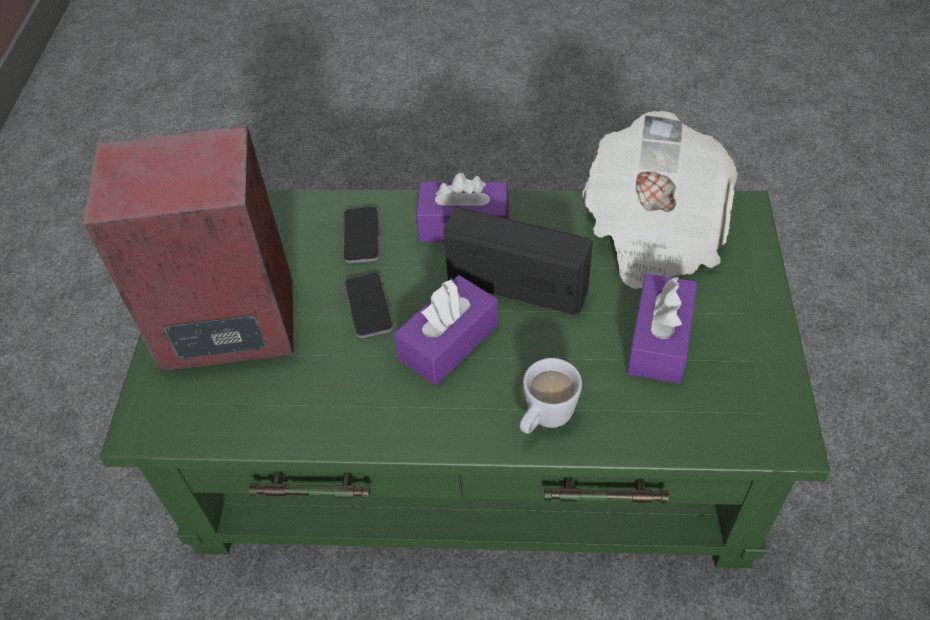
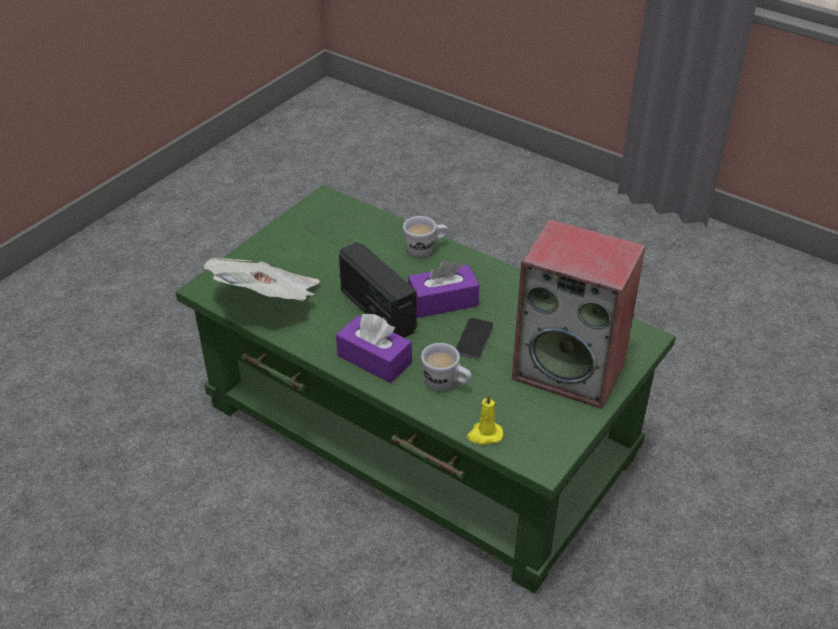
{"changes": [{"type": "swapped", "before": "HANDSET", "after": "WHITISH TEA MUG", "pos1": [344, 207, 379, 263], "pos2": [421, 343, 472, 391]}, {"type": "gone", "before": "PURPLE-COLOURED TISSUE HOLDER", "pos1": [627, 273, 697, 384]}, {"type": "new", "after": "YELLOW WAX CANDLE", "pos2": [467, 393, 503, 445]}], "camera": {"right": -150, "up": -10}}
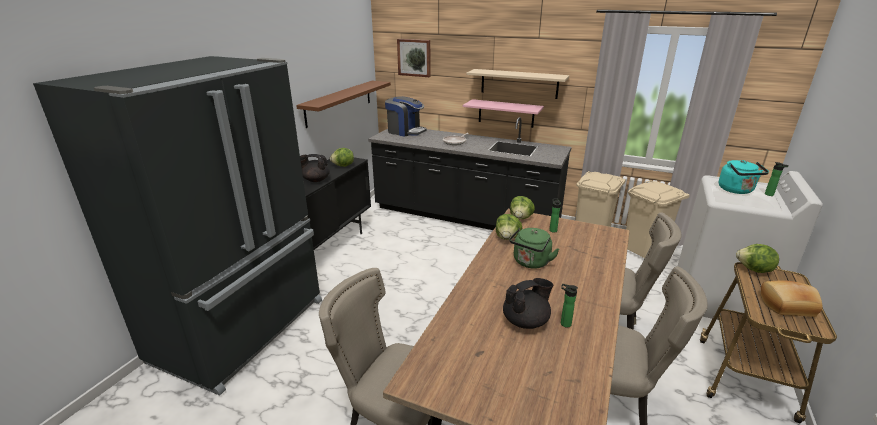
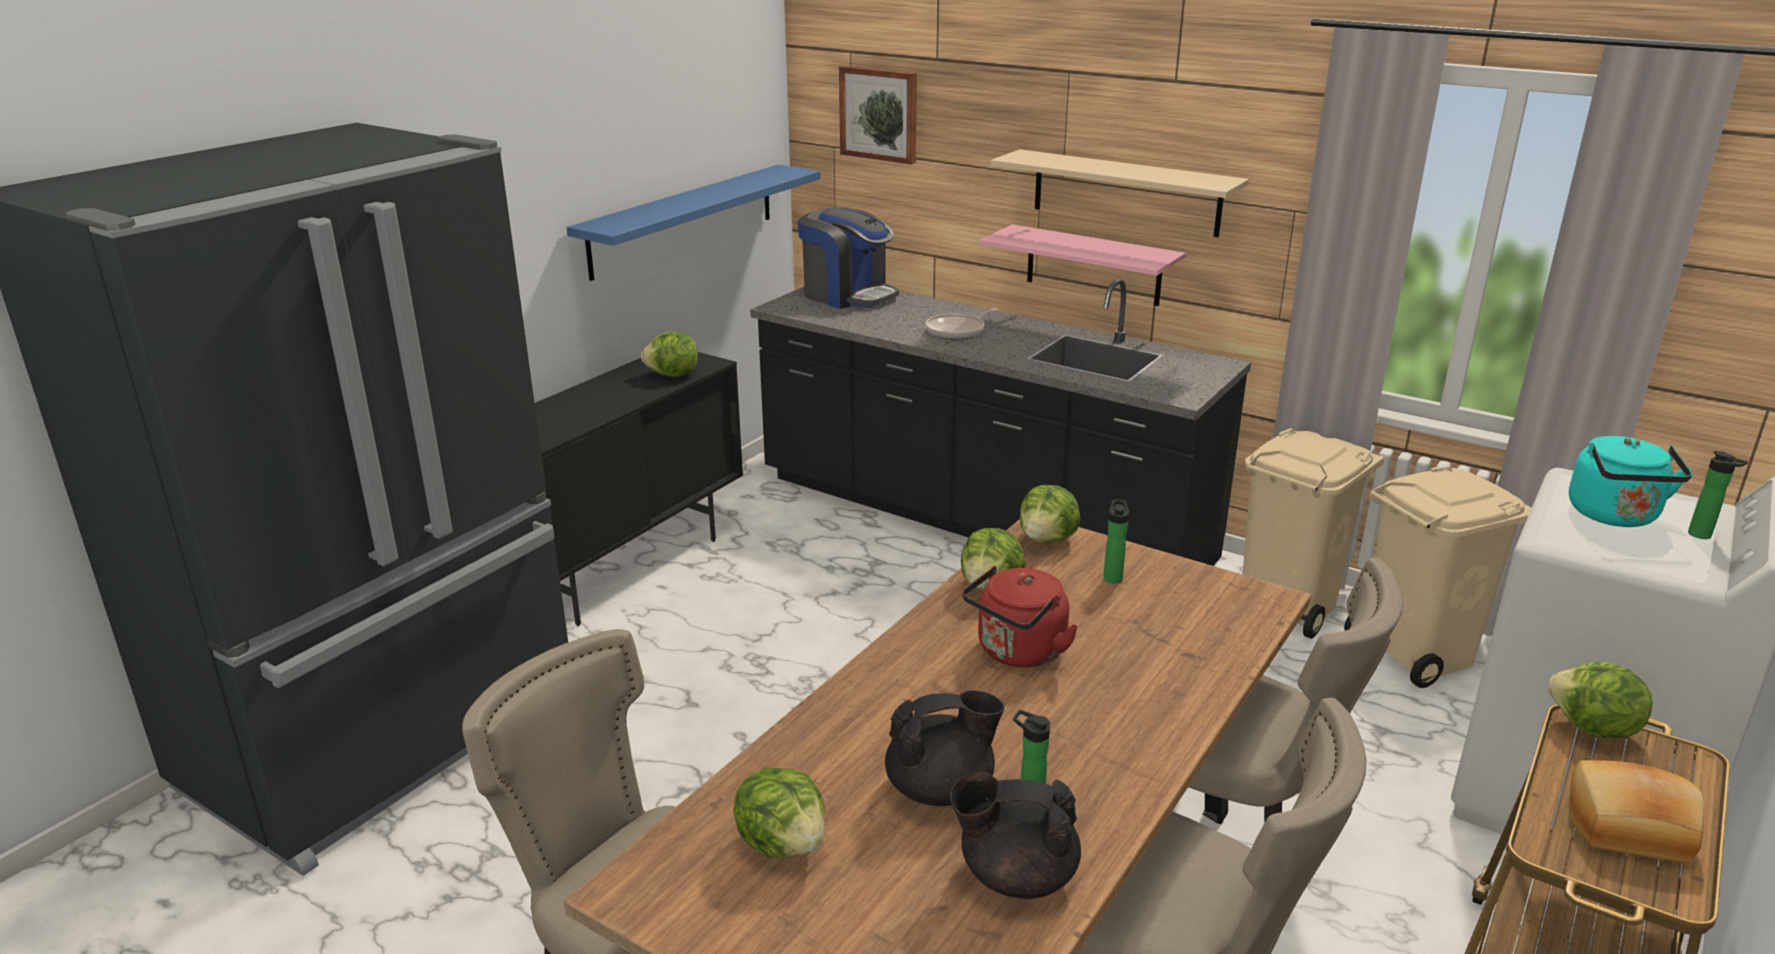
{"changes": [{"type": "repainted", "before": "BROWN BRACKET SHELF", "after": "BLUISH BRACKET SHELF", "pos1": [296, 81, 391, 128], "pos2": [566, 165, 821, 281]}, {"type": "shifted", "before": "BLACK TEA POT", "pos1": [300, 154, 330, 182], "pos2": [950, 772, 1081, 899]}, {"type": "repainted", "before": "GREEN KETTLE", "after": "REDDISH KETTLE", "pos1": [509, 228, 559, 269], "pos2": [962, 566, 1078, 668]}, {"type": "new", "after": "LETTUCE HEAD", "pos2": [733, 768, 825, 858]}], "camera": {"right": 10, "up": 0}}
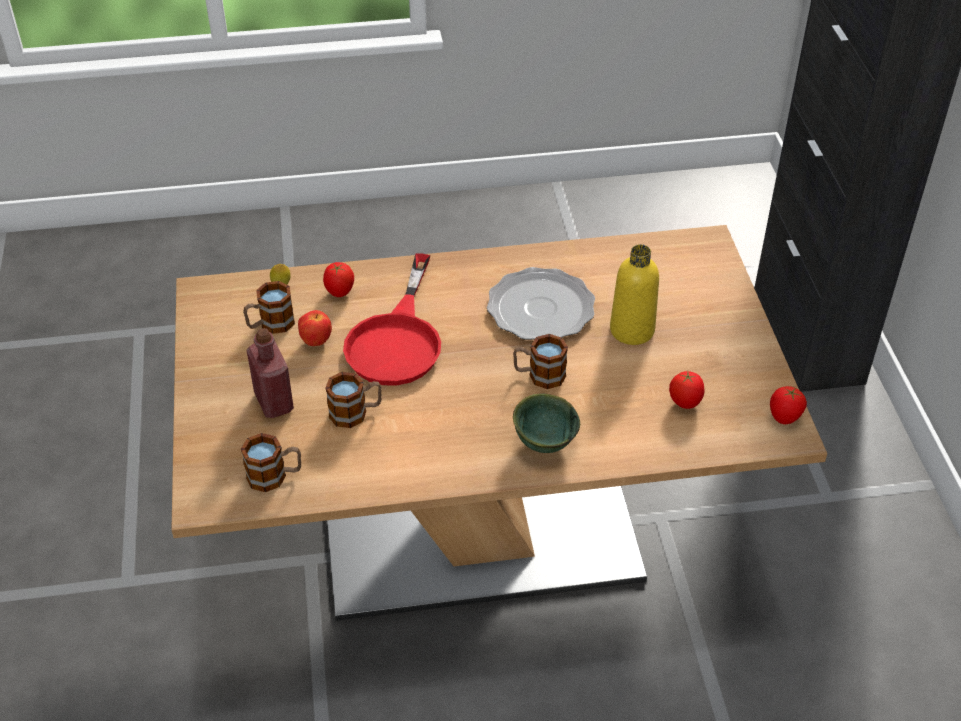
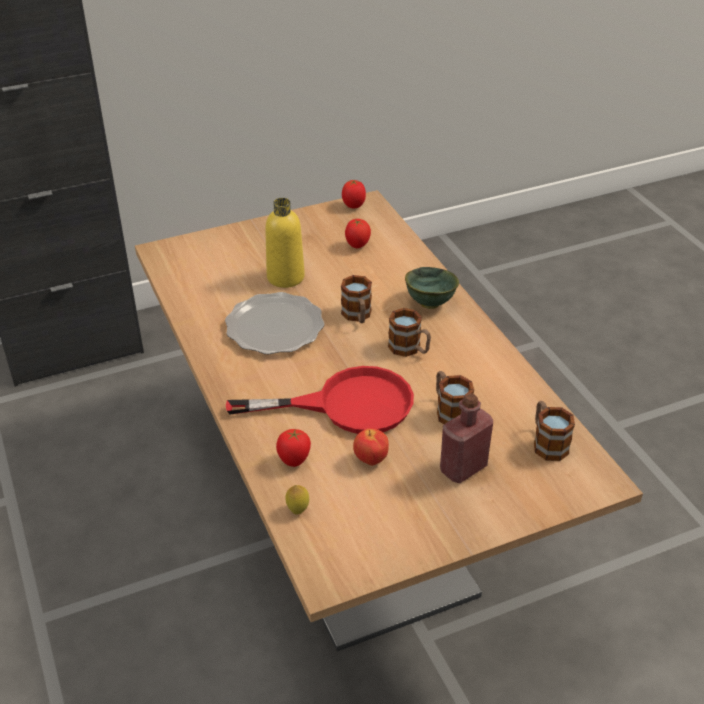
{"changes": [{"type": "shifted", "before": "TEA MUG", "pos1": [243, 281, 295, 334], "pos2": [388, 308, 431, 357]}], "camera": {"right": -105, "up": -5}}
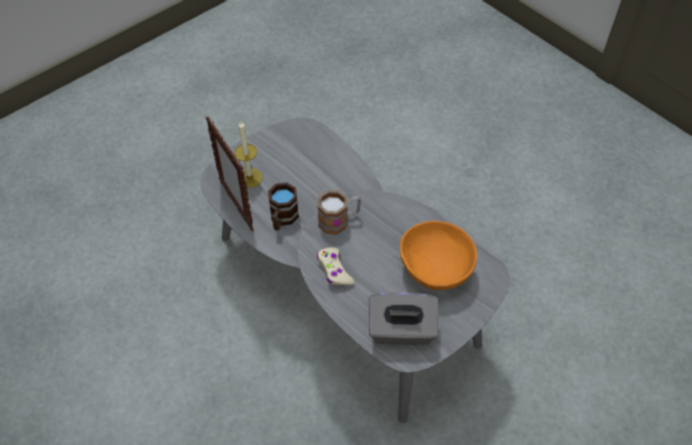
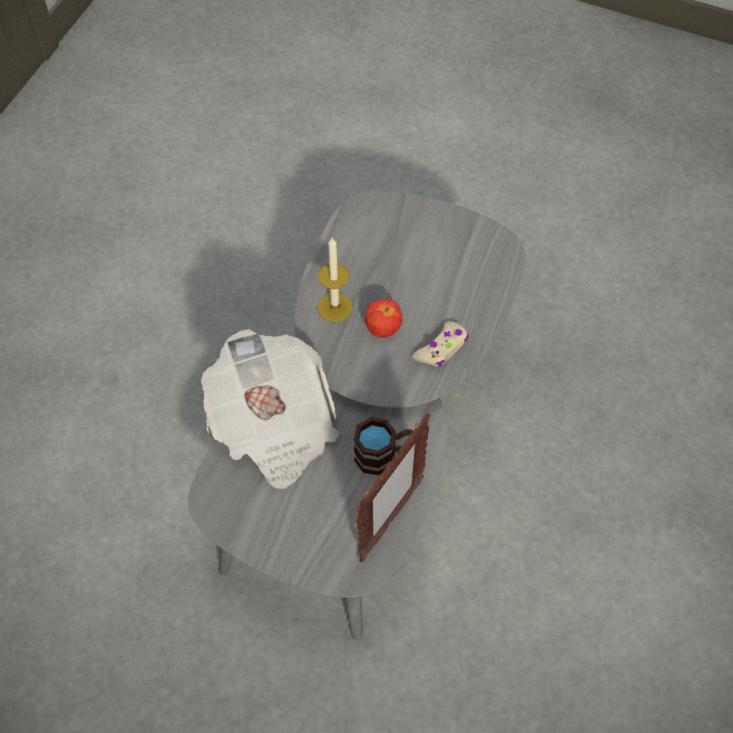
{"changes": [{"type": "shifted", "before": "WAX CANDLE", "pos1": [235, 121, 262, 188], "pos2": [318, 238, 353, 323]}, {"type": "gone", "before": "TEA MUG", "pos1": [317, 190, 361, 235]}, {"type": "gone", "before": "GREYISH TISSUE HOLDER", "pos1": [369, 292, 438, 345]}, {"type": "gone", "before": "ORANGE-COLOURED DEEP DISH", "pos1": [400, 221, 477, 290]}, {"type": "new", "after": "PRINTED PAPER", "pos2": [201, 329, 339, 489]}, {"type": "new", "after": "APPLE FRUIT", "pos2": [365, 299, 403, 338]}], "camera": {"right": -115, "up": 5}}
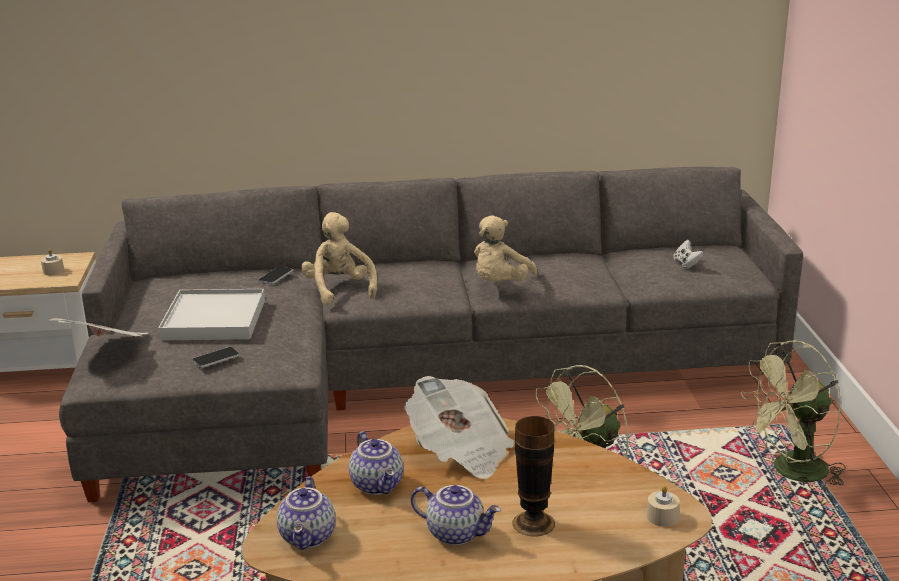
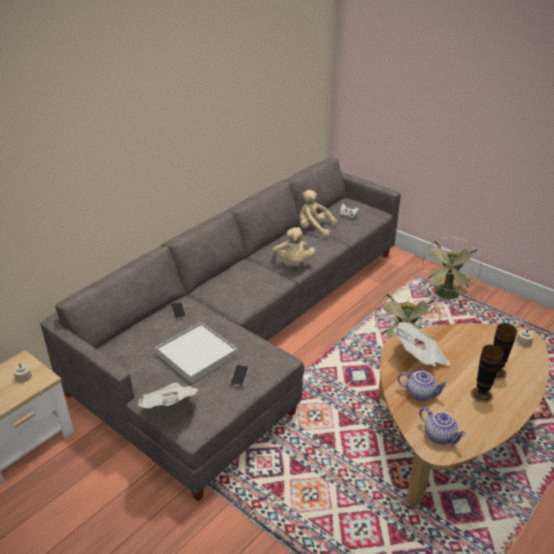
{"changes": [{"type": "shifted", "before": "SAND-COLOURED SOFT TOY", "pos1": [301, 212, 377, 305], "pos2": [300, 190, 337, 237]}, {"type": "swapped", "before": "TEA POT", "after": "DECORATIVE VASE", "pos1": [411, 485, 501, 545], "pos2": [470, 345, 503, 403]}], "camera": {"right": -45, "up": 10}}
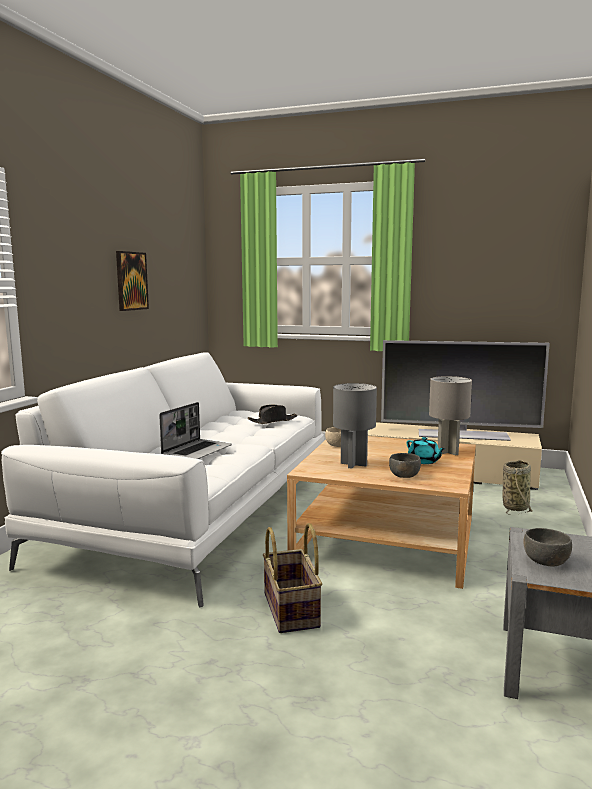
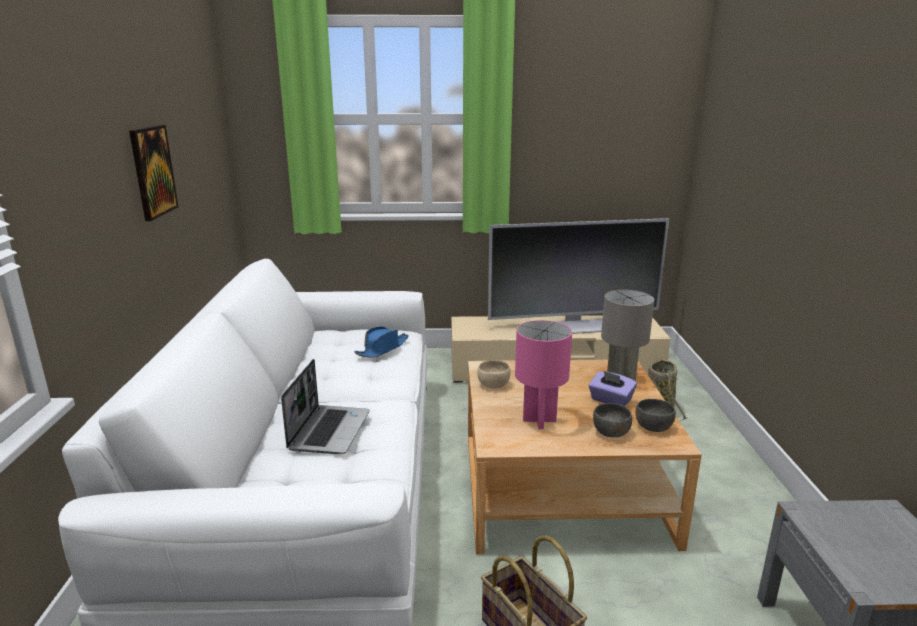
{"changes": [{"type": "repainted", "before": "BLACK CLOTHING HAT", "after": "BLUISH CLOTHING HAT", "pos1": [248, 405, 297, 424], "pos2": [354, 326, 409, 358]}, {"type": "repainted", "before": "GREYISH TABLE LAMP", "after": "PINK TABLE LAMP", "pos1": [333, 383, 377, 469], "pos2": [515, 320, 572, 429]}, {"type": "swapped", "before": "TURQUOISE TEA POT", "after": "PURPLE-COLOURED TISSUE HOLDER", "pos1": [406, 437, 446, 464], "pos2": [588, 371, 637, 406]}, {"type": "shifted", "before": "GREYISH DEEP DISH", "pos1": [523, 528, 572, 567], "pos2": [635, 399, 676, 432]}], "camera": {"right": -20, "up": 10}}
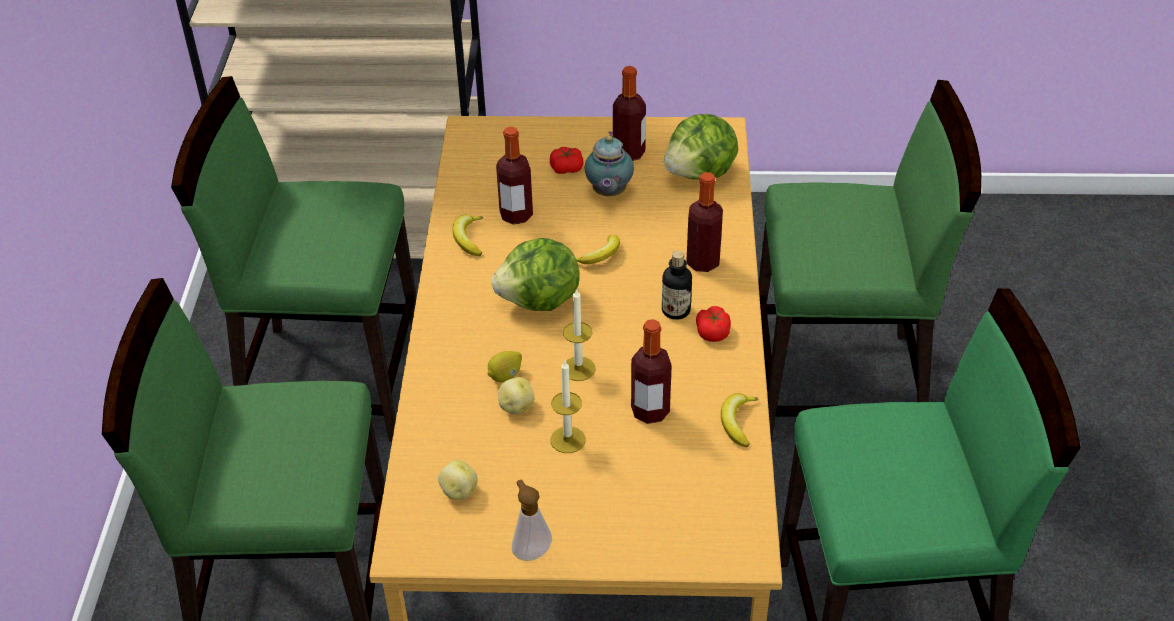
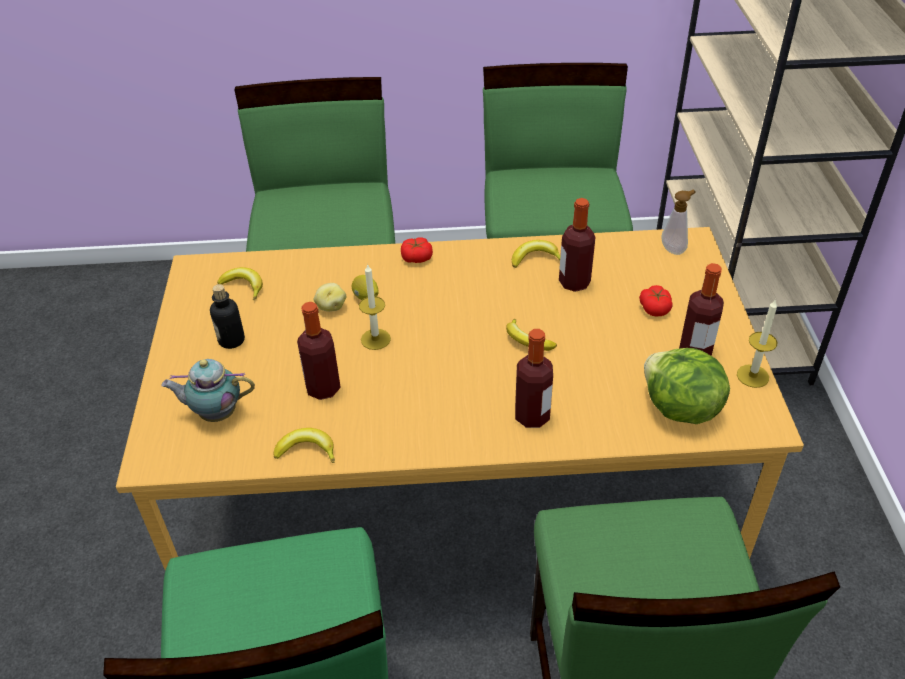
{"changes": [{"type": "swapped", "before": "POTATO", "after": "WHOLE BANANA", "pos1": [438, 460, 478, 500], "pos2": [217, 267, 263, 301]}, {"type": "gone", "before": "LETTUCE HEAD", "pos1": [492, 238, 579, 311]}, {"type": "shifted", "before": "SOAP DISPENSER", "pos1": [512, 480, 552, 561], "pos2": [661, 190, 695, 255]}, {"type": "shifted", "before": "WAX CANDLE", "pos1": [550, 361, 585, 453], "pos2": [737, 299, 778, 388]}, {"type": "shifted", "before": "TEA POT", "pos1": [585, 132, 634, 196], "pos2": [161, 359, 255, 422]}, {"type": "shifted", "before": "BEVERAGE BOTTLE", "pos1": [662, 250, 692, 320], "pos2": [210, 284, 245, 349]}, {"type": "shifted", "before": "WHOLE TOMATO", "pos1": [696, 306, 731, 342], "pos2": [401, 237, 433, 263]}], "camera": {"right": 85, "up": 0}}
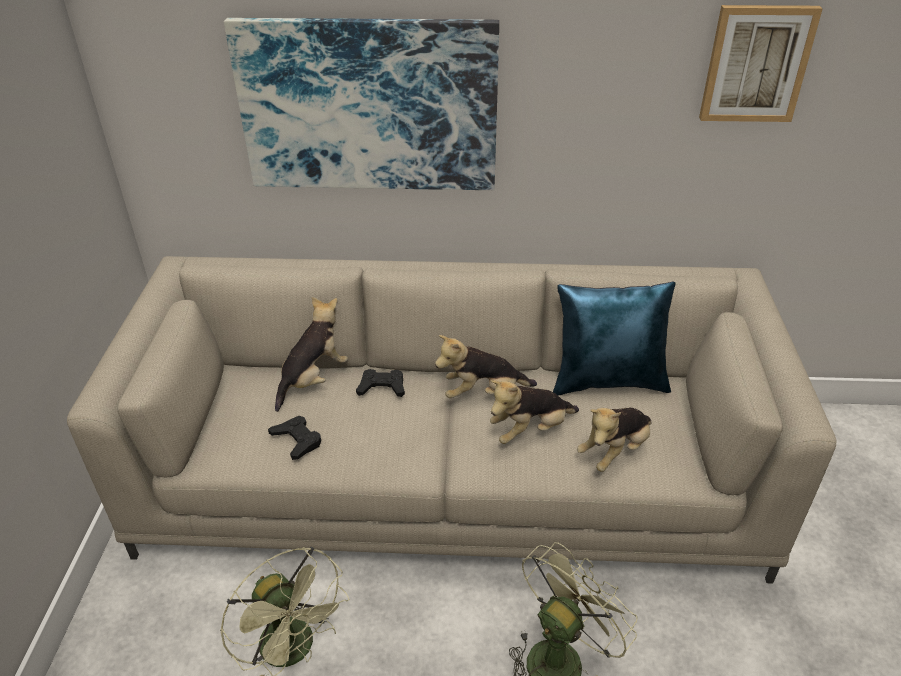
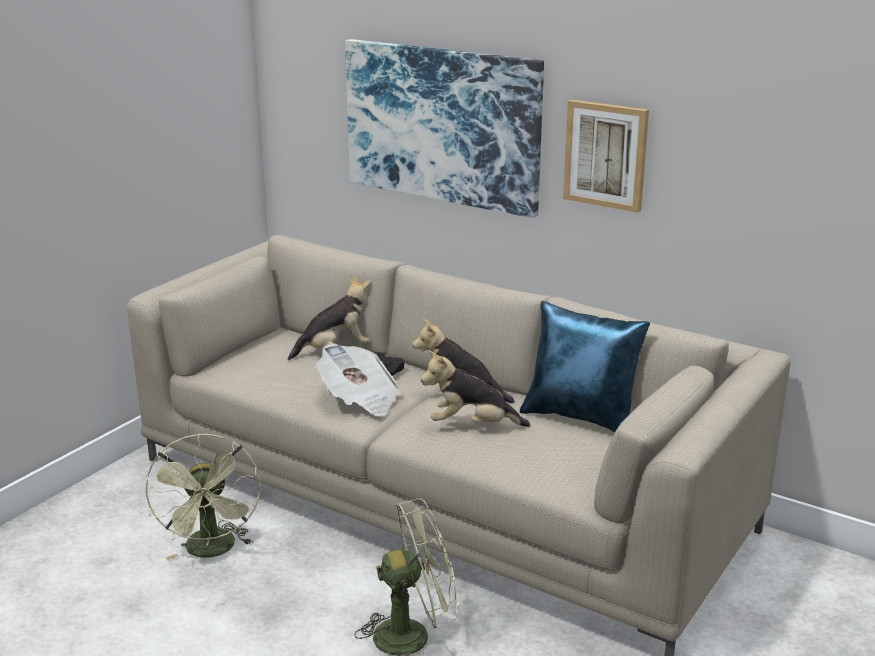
{"changes": [{"type": "gone", "before": "BLACK GAMEPAD", "pos1": [268, 416, 321, 460]}, {"type": "gone", "before": "SOFT TOY", "pos1": [577, 408, 652, 472]}, {"type": "shifted", "before": "PICTURE", "pos1": [699, 5, 823, 122], "pos2": [563, 100, 649, 213]}, {"type": "new", "after": "PRINTED PAPER", "pos2": [316, 344, 401, 417]}], "camera": {"right": 30, "up": -15}}
